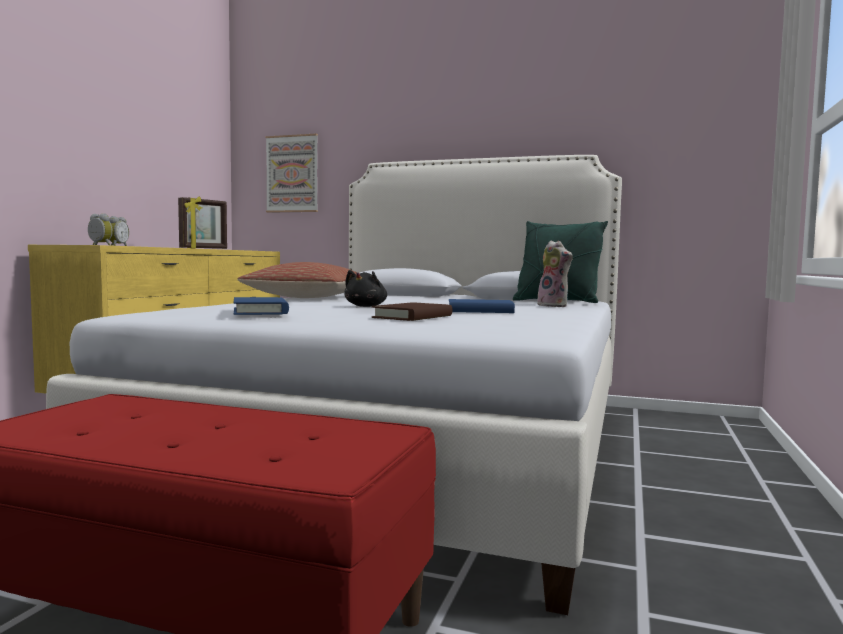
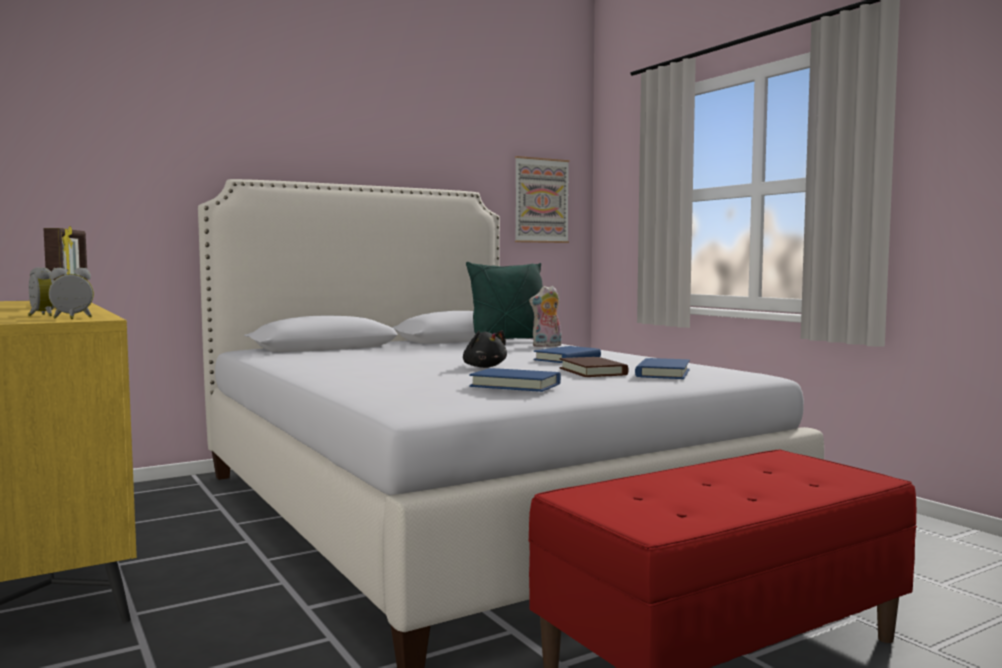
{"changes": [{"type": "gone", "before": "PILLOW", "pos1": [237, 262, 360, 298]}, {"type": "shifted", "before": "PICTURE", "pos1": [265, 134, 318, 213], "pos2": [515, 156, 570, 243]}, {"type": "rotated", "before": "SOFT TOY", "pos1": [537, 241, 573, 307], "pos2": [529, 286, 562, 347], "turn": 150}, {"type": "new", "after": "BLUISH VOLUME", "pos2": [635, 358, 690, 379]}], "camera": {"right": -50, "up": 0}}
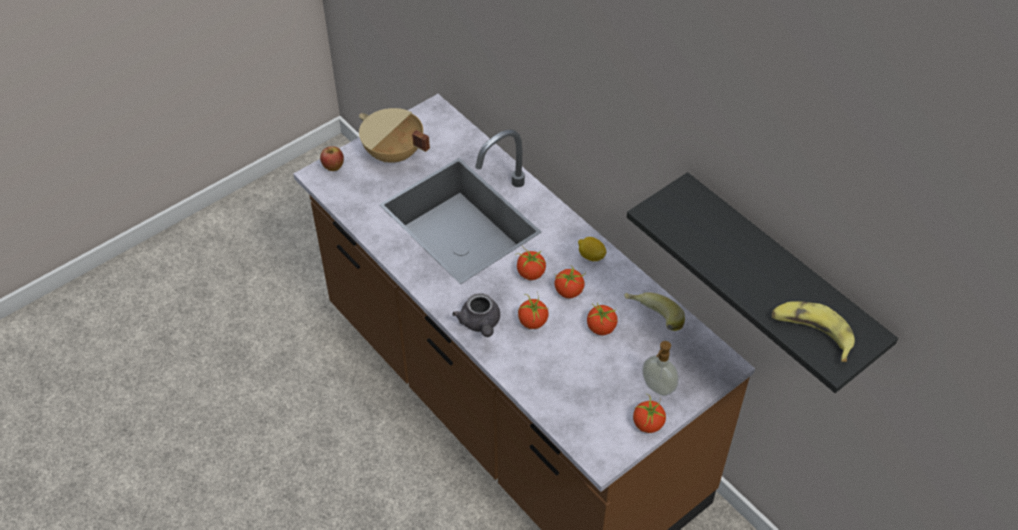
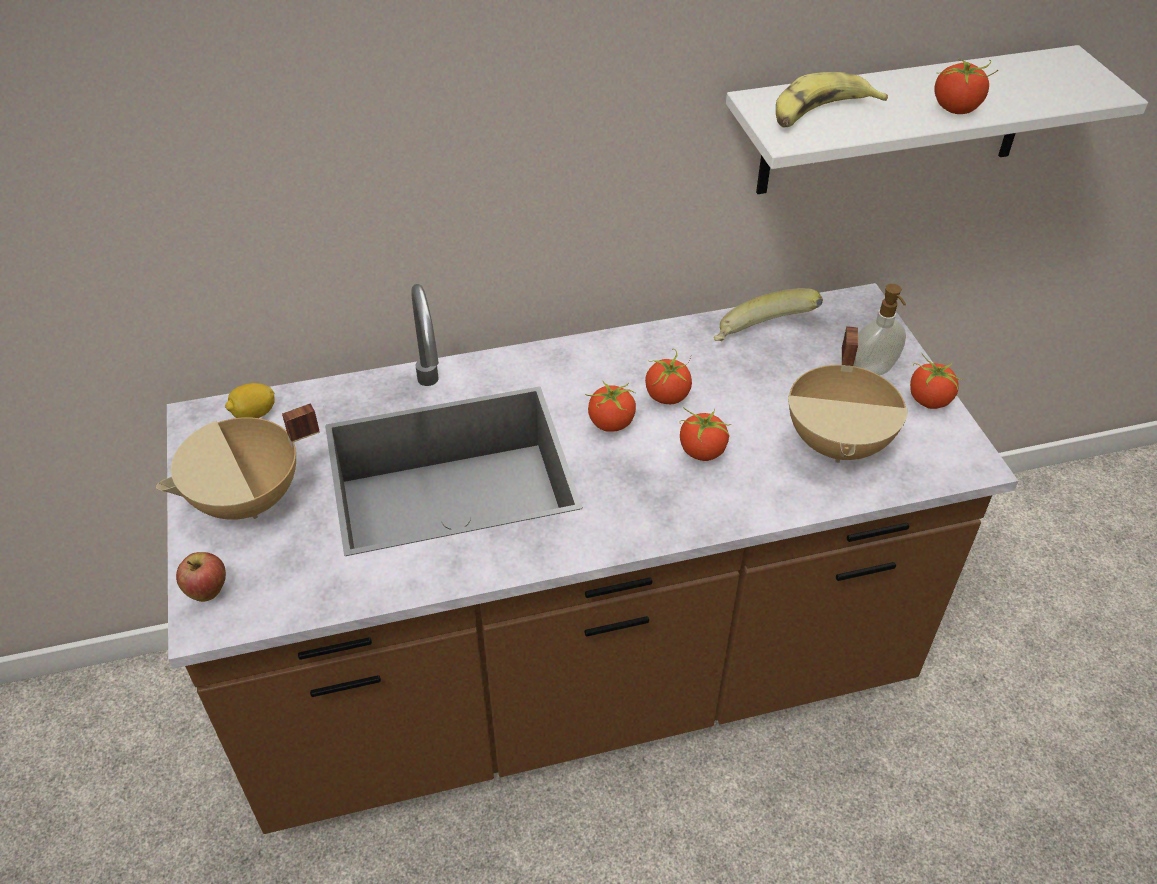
{"changes": [{"type": "gone", "before": "GREYISH TEA POT", "pos1": [452, 293, 500, 337]}, {"type": "shifted", "before": "WHOLE LEMON", "pos1": [578, 237, 606, 261], "pos2": [225, 383, 275, 418]}, {"type": "shifted", "before": "WHOLE TOMATO", "pos1": [587, 303, 618, 335], "pos2": [934, 58, 998, 114]}, {"type": "repainted", "before": "BLACK BRACKET SHELF", "after": "WHITISH BRACKET SHELF", "pos1": [627, 172, 898, 393], "pos2": [726, 45, 1148, 194]}, {"type": "shifted", "before": "WHOLE BANANA", "pos1": [772, 301, 855, 362], "pos2": [776, 72, 888, 127]}, {"type": "new", "after": "SAND-COLOURED STOCKPOT", "pos2": [788, 326, 908, 463]}], "camera": {"right": -65, "up": -5}}
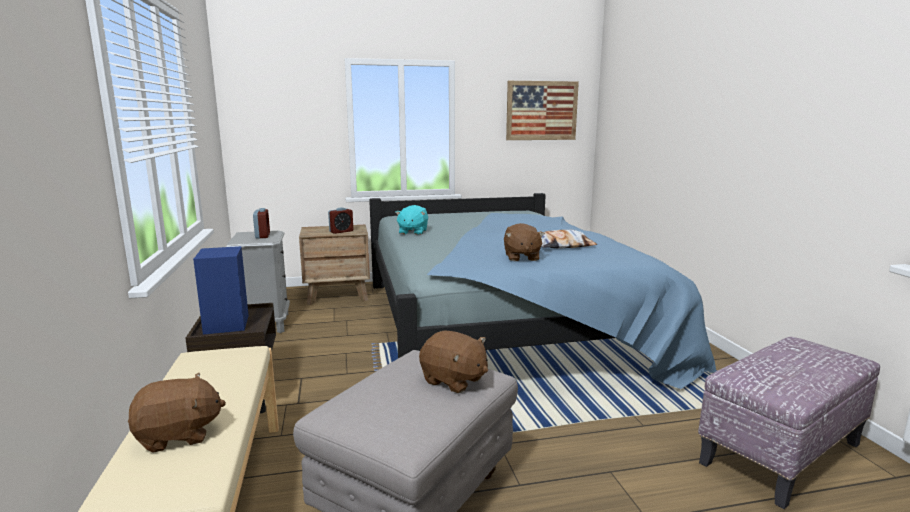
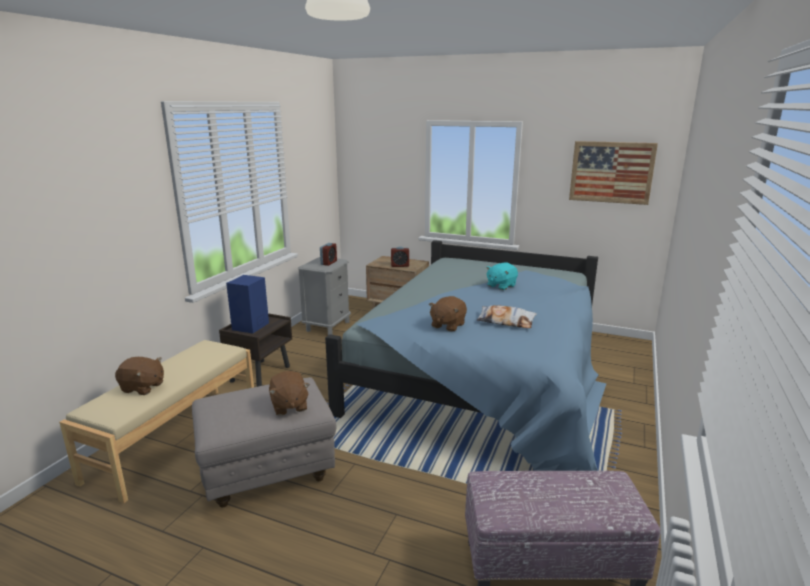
{"changes": [{"type": "shifted", "before": "TURQUOISE SOFT TOY", "pos1": [395, 205, 428, 235], "pos2": [486, 263, 518, 290]}], "camera": {"right": 35, "up": 5}}
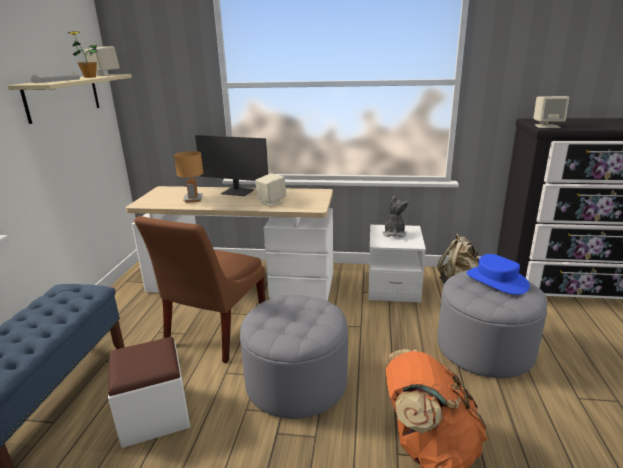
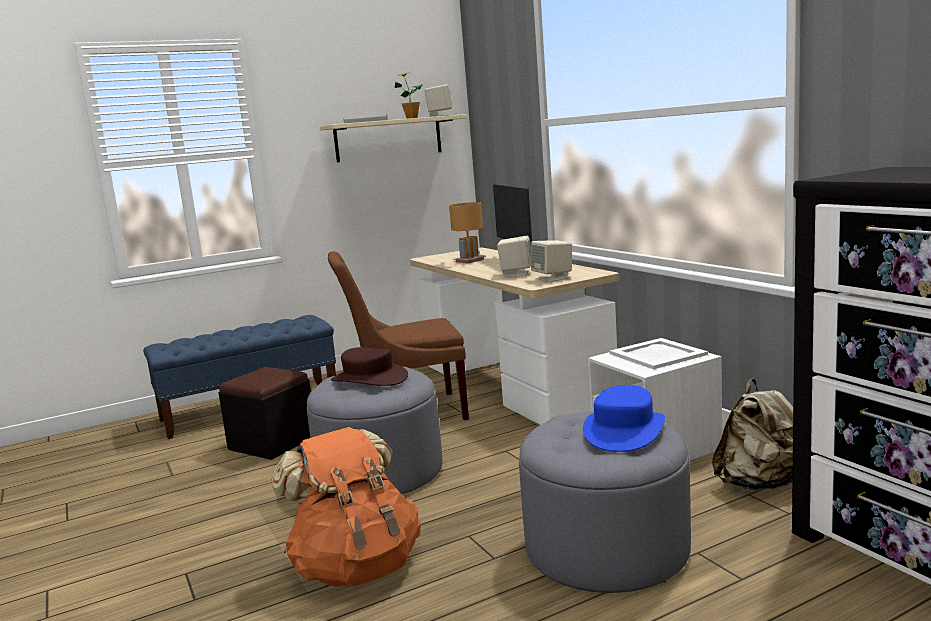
{"changes": [{"type": "repainted", "before": "WHITISH FOOTREST", "after": "BLACK FOOTREST", "pos1": [108, 337, 190, 448], "pos2": [218, 367, 311, 460]}, {"type": "swapped", "before": "SOFT TOY", "after": "WHITISH CARRYING TRAY", "pos1": [382, 196, 409, 238], "pos2": [609, 338, 708, 369]}, {"type": "shifted", "before": "SAND-COLOURED SPEAKER", "pos1": [533, 96, 569, 128], "pos2": [531, 240, 572, 282]}, {"type": "new", "after": "BROWN CLOTHING HAT", "pos2": [331, 347, 408, 386]}], "camera": {"right": 55, "up": -10}}
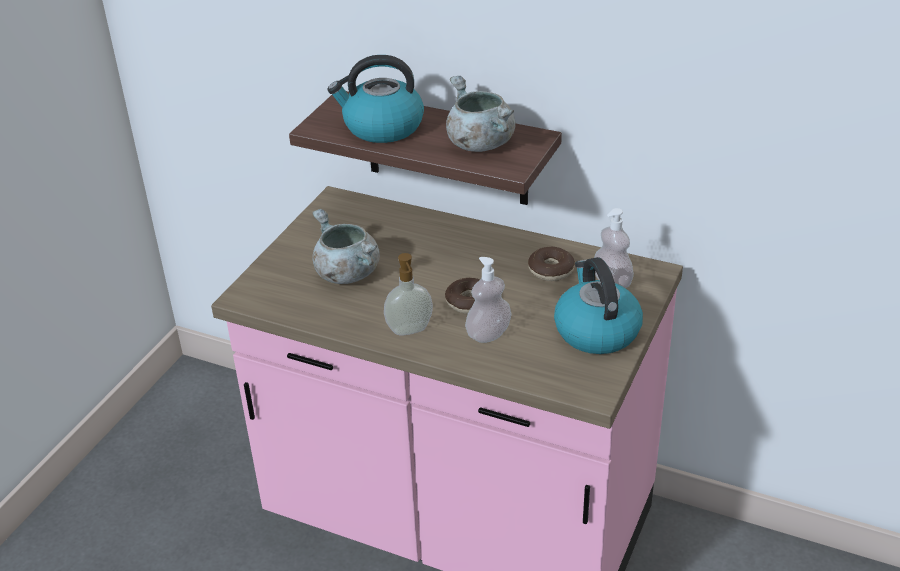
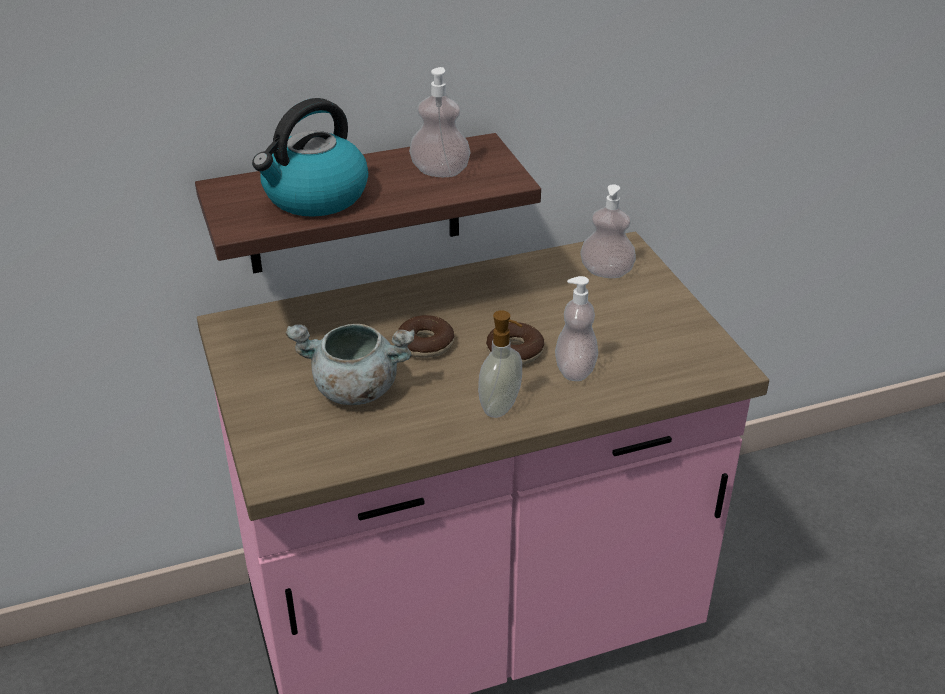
{"changes": [{"type": "swapped", "before": "GREYISH STOCKPOT", "after": "SOAP DISPENSER", "pos1": [446, 76, 516, 152], "pos2": [409, 67, 471, 177]}, {"type": "shifted", "before": "RING DOUGHNUT", "pos1": [528, 247, 575, 281], "pos2": [398, 315, 454, 358]}, {"type": "gone", "before": "KETTLE", "pos1": [554, 257, 643, 354]}], "camera": {"right": -45, "up": 0}}
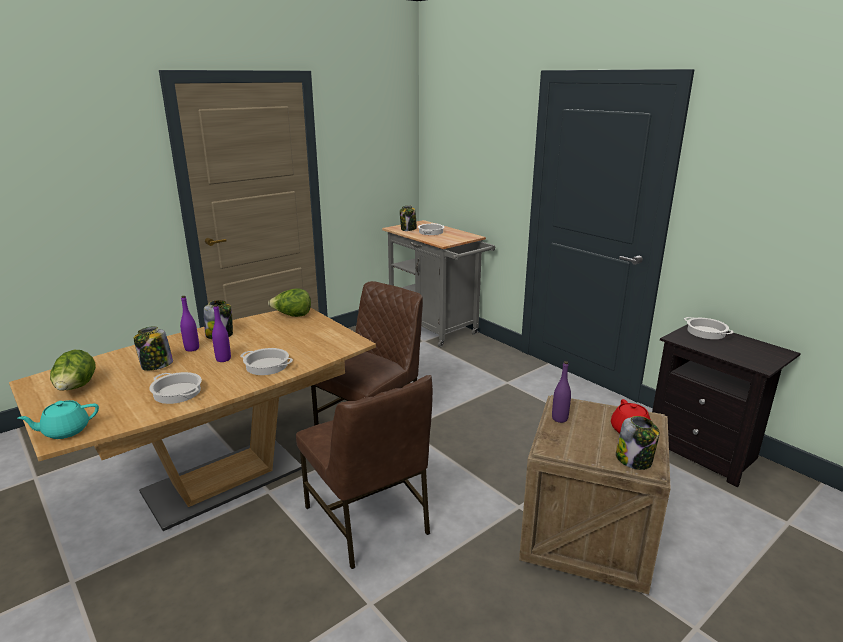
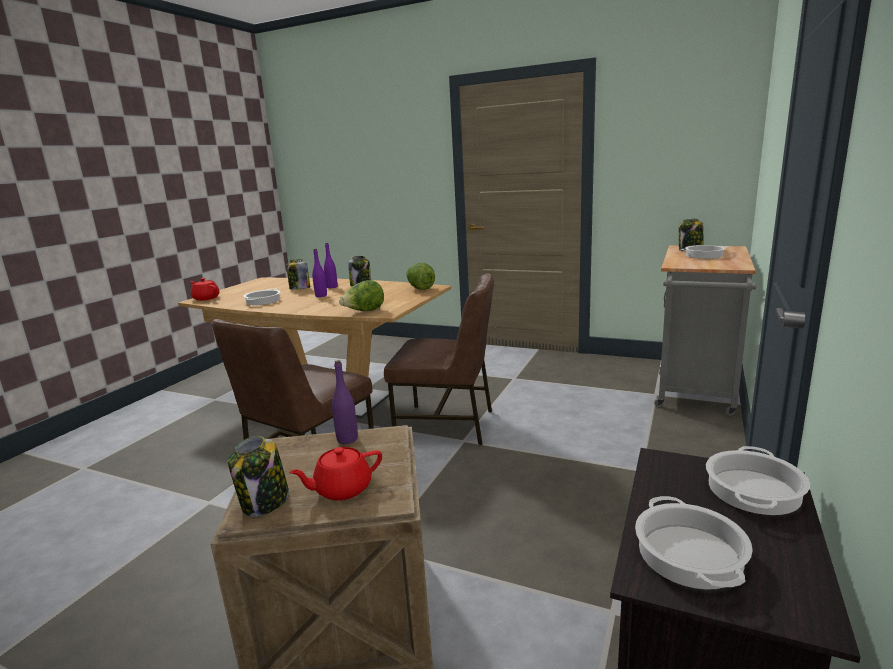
{"changes": [{"type": "repainted", "before": "TURQUOISE TEA POT", "after": "REDDISH TEA POT", "pos1": [17, 400, 99, 439], "pos2": [190, 278, 220, 301]}, {"type": "shifted", "before": "LETTUCE HEAD", "pos1": [50, 350, 96, 391], "pos2": [339, 280, 384, 311]}, {"type": "shifted", "before": "STOCKPOT", "pos1": [241, 348, 293, 375], "pos2": [635, 496, 753, 590]}], "camera": {"right": 65, "up": -5}}
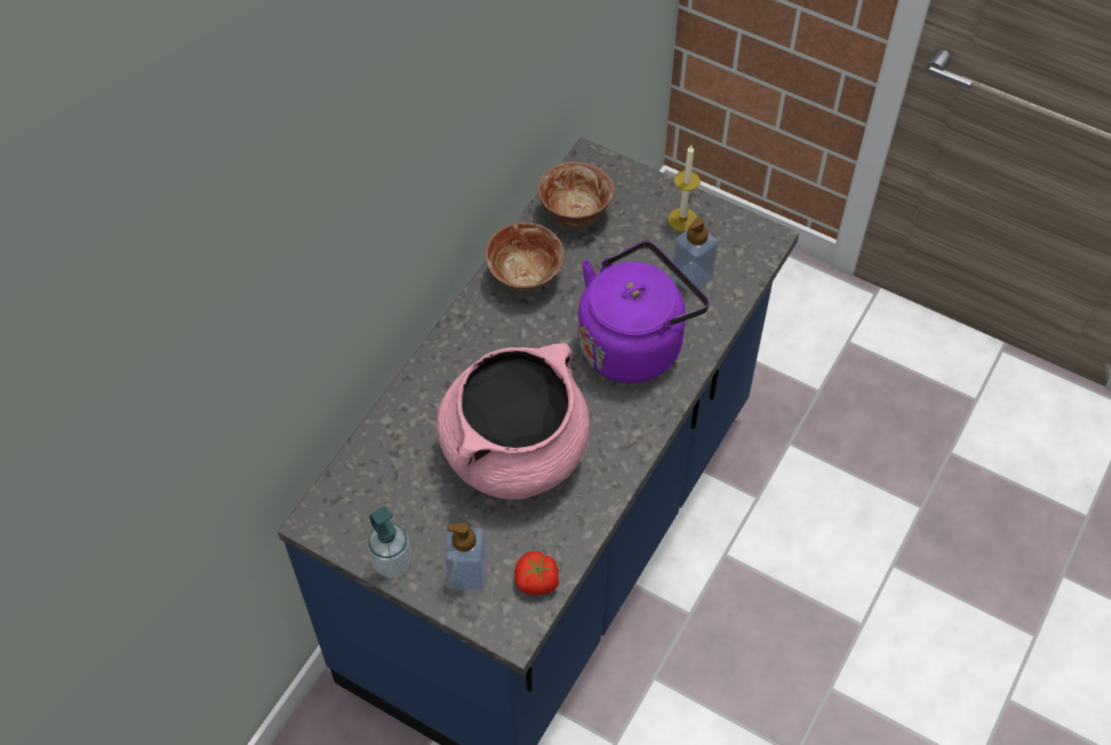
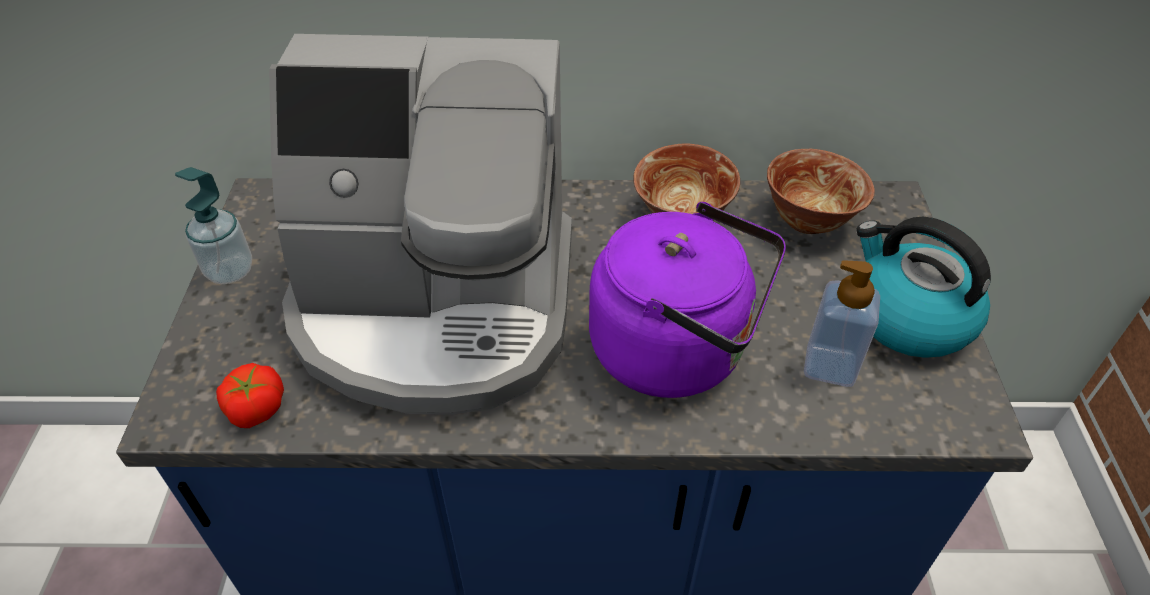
{"changes": [{"type": "swapped", "before": "PINK STOCKPOT", "after": "COFFEE BREWER", "pos1": [436, 343, 590, 499], "pos2": [269, 34, 572, 415]}, {"type": "gone", "before": "SOAP DISPENSER", "pos1": [444, 523, 487, 591]}, {"type": "swapped", "before": "WAX CANDLE", "after": "KETTLE", "pos1": [668, 144, 700, 232], "pos2": [856, 217, 991, 358]}], "camera": {"right": 60, "up": -10}}
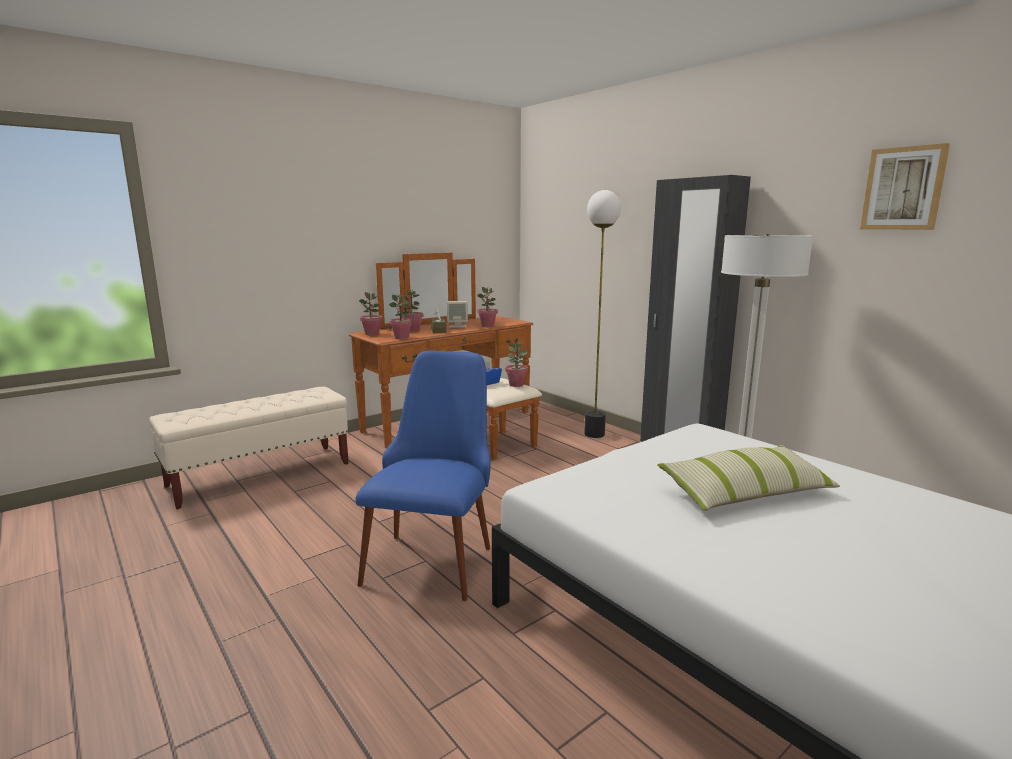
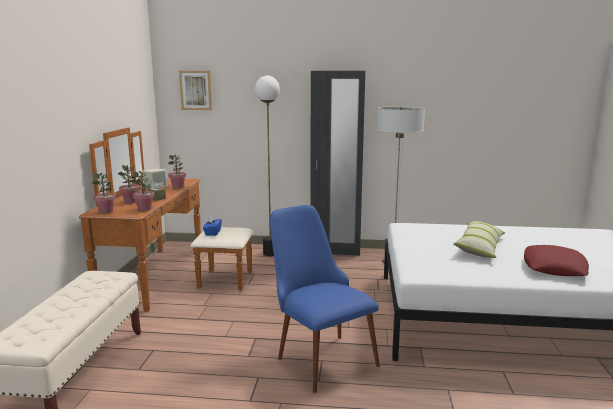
{"changes": [{"type": "gone", "before": "POTTED PLANT", "pos1": [505, 343, 528, 387]}, {"type": "shifted", "before": "PICTURE", "pos1": [860, 143, 950, 230], "pos2": [179, 71, 212, 110]}, {"type": "new", "after": "REDDISH PILLOW", "pos2": [524, 245, 589, 276]}], "camera": {"right": -45, "up": 0}}
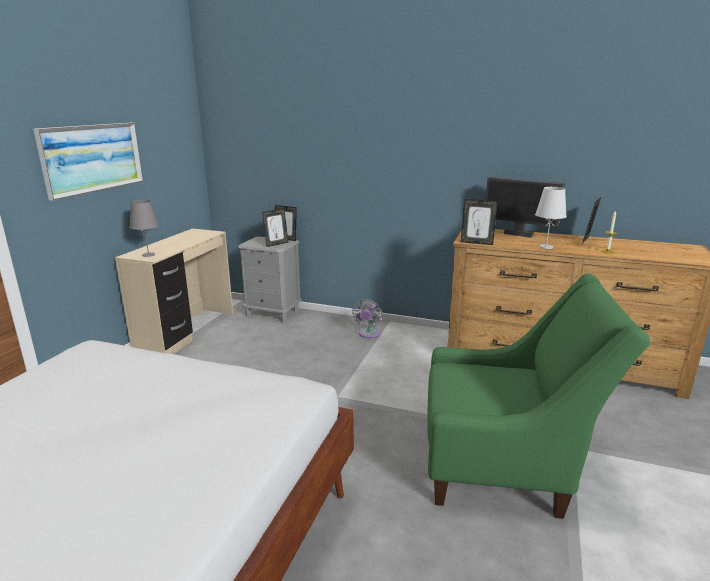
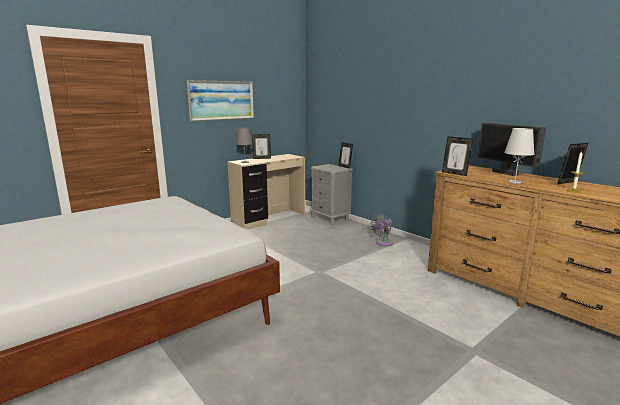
{"changes": [{"type": "shifted", "before": "STANDING FRAME", "pos1": [262, 209, 288, 247], "pos2": [252, 134, 271, 159]}, {"type": "gone", "before": "GREEN ARMCHAIR", "pos1": [427, 274, 651, 519]}], "camera": {"right": 30, "up": -5}}
